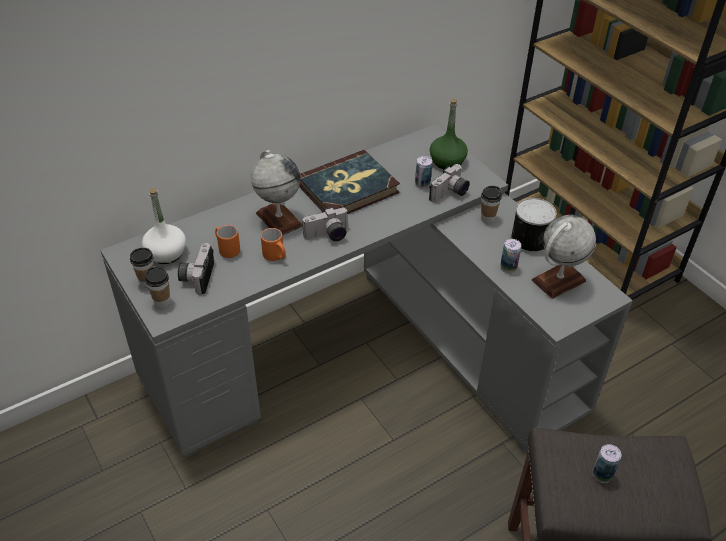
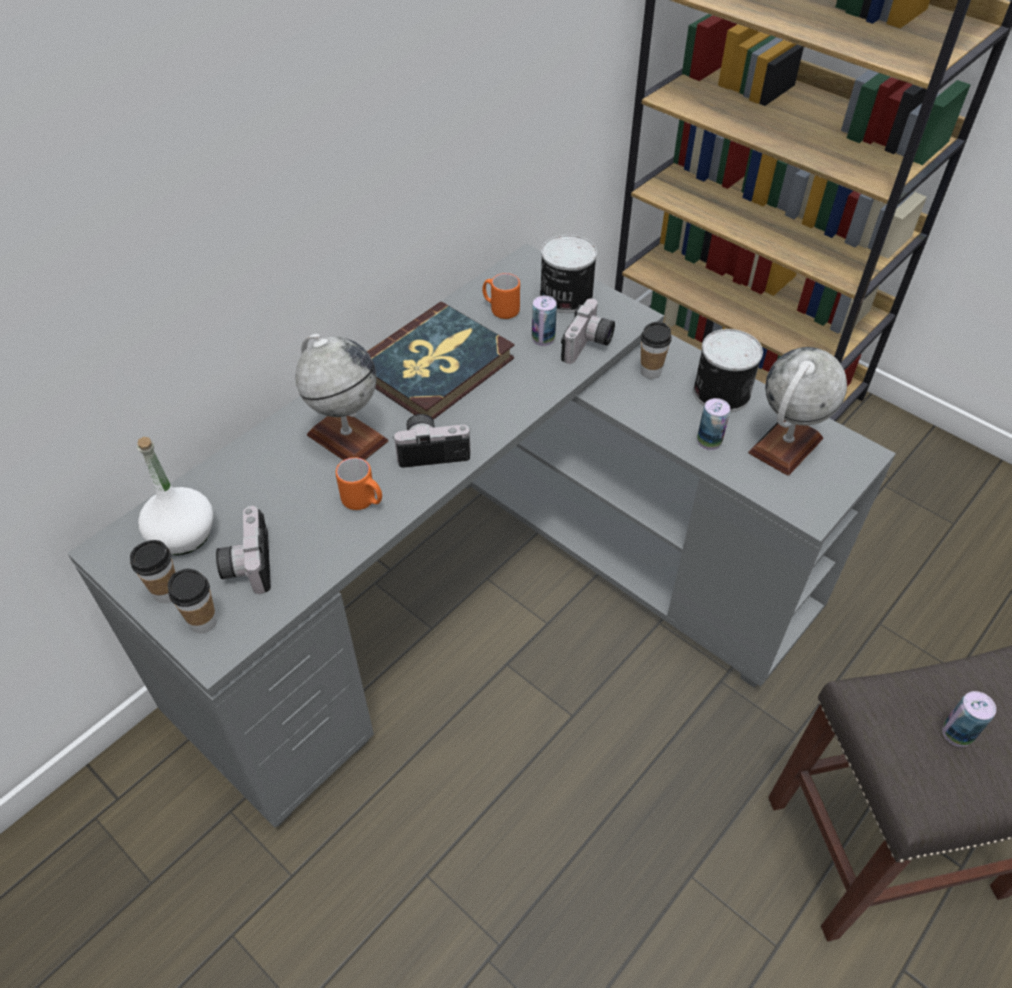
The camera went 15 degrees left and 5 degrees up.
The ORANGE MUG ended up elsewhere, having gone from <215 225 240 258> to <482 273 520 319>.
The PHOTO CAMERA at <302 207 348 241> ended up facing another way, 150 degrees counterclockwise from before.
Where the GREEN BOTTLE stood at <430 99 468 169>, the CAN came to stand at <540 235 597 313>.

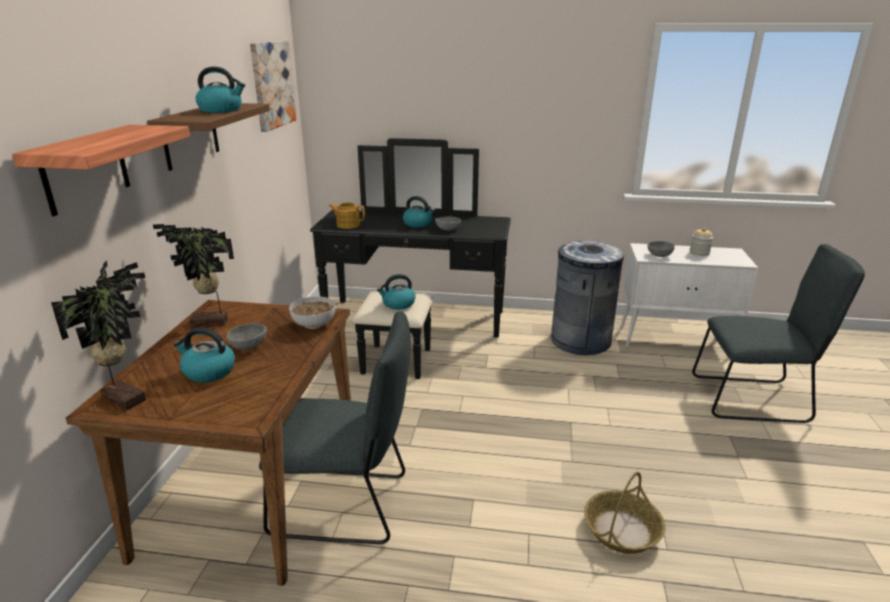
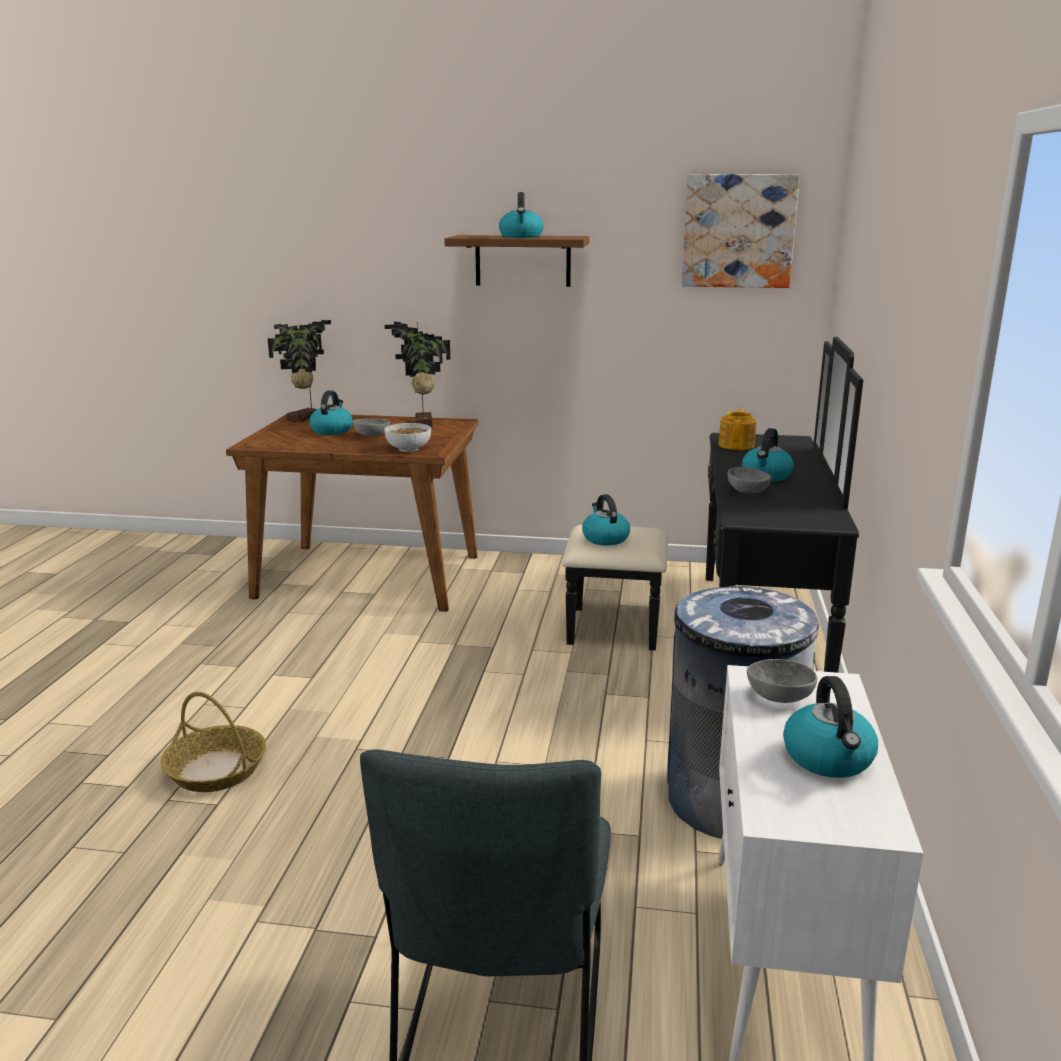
The camera went 90 degrees right and 5 degrees down.
The second view lost the SHELF at <12 125 190 216>.
The second view lost the GREY CHAIR at <259 311 411 544>.
Where the JAR stood at <690 228 713 256>, the KETTLE came to stand at <783 676 878 778>.

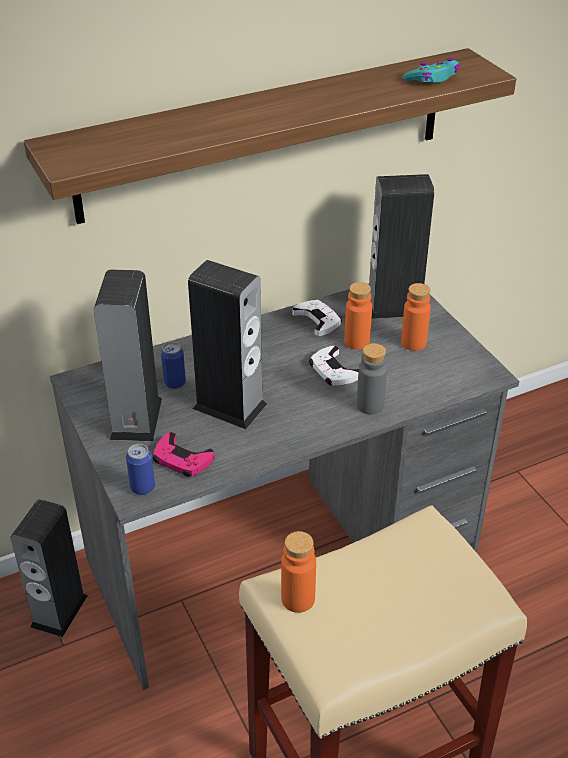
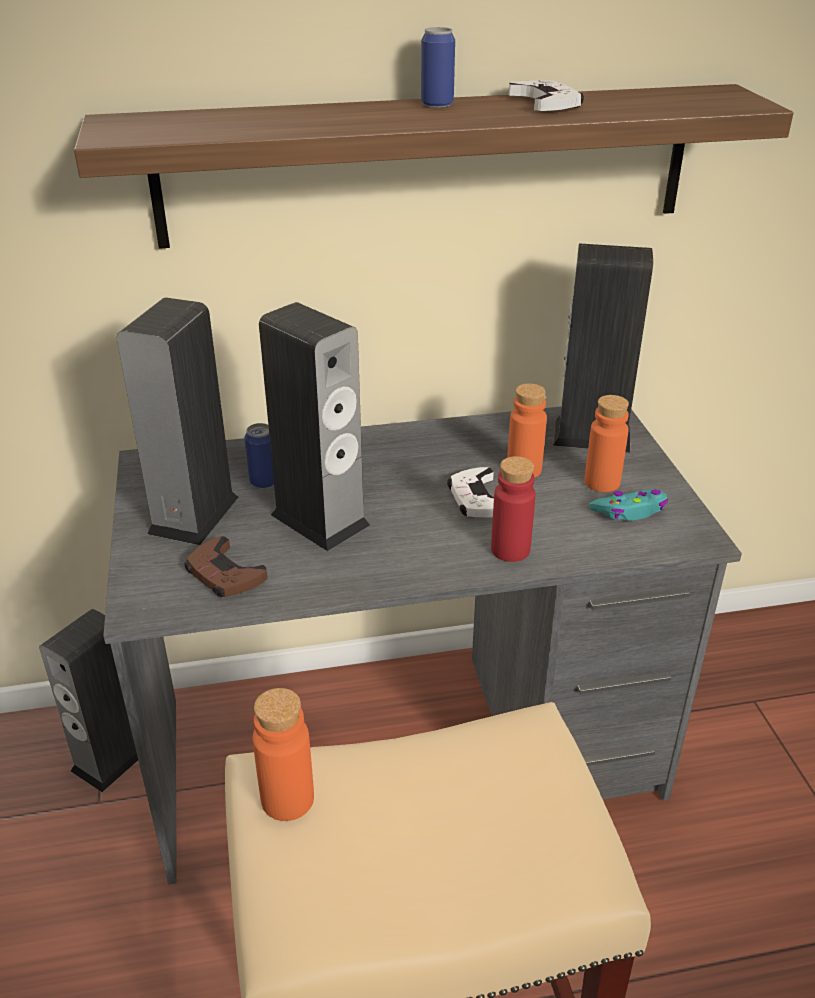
The camera went 15 degrees right and 5 degrees down.
The CAN ended up elsewhere, having gone from <126 444 155 495> to <421 27 455 108>.
What was the PINK GAME CONTROLLER at <152 432 215 477> turned into the BROWN GAME CONTROLLER at <184 536 268 597>.
The WHITE GAME CONTROLLER ended up elsewhere, having gone from <292 300 342 336> to <508 80 584 111>.
What was the GREY BOTTLE at <357 343 387 415> turned into the RED BOTTLE at <491 456 536 562>.
The TURQUOISE GAME CONTROLLER ended up elsewhere, having gone from <402 58 460 83> to <589 489 668 521>.

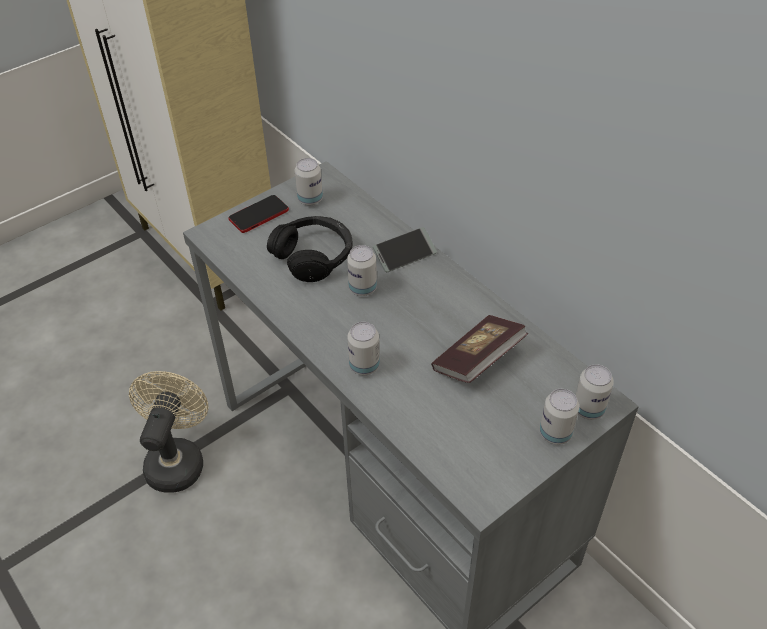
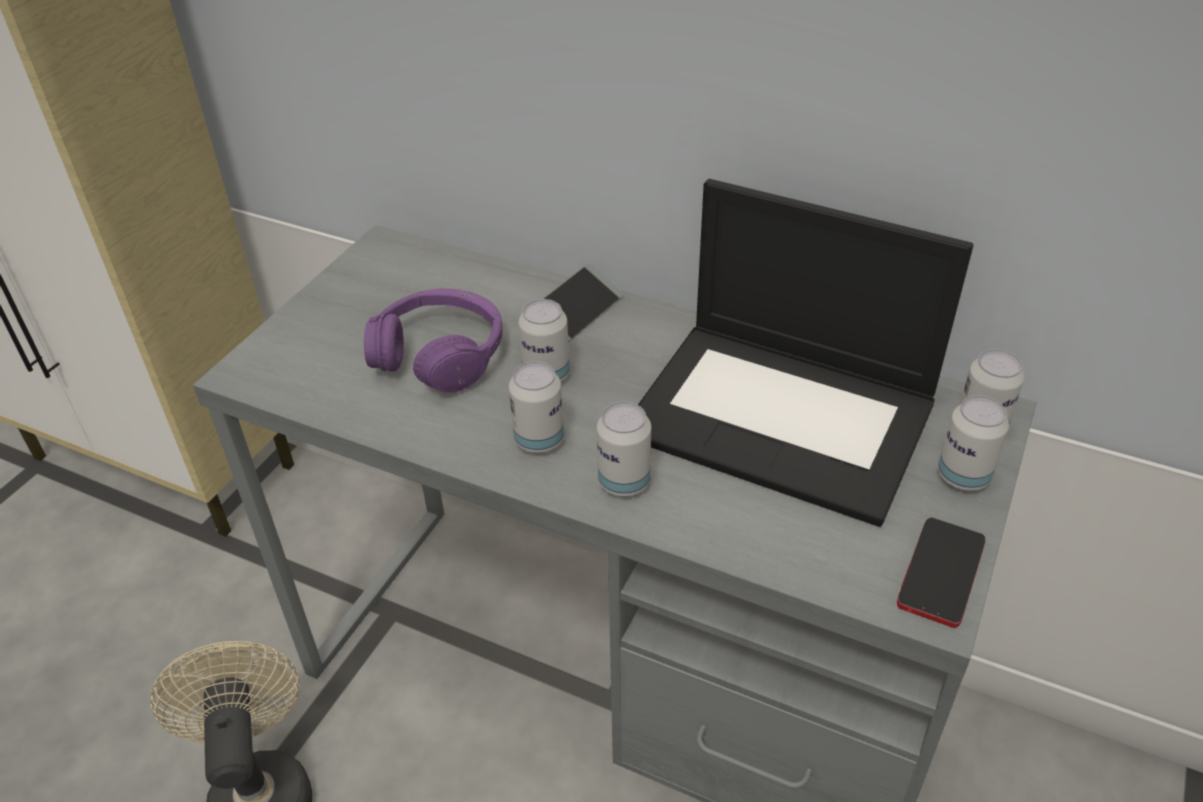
The camera went 25 degrees left and 5 degrees down.
The PHONE ended up elsewhere, having gone from <229 195 289 233> to <897 517 985 628>.
What was the BLACK HEADPHONES at <267 216 353 282> turned into the PURPLE HEADPHONES at <364 288 502 393>.
The CAN ended up elsewhere, having gone from <295 158 323 205> to <509 361 564 453>.
Where the BOOK stood at <431 315 528 383>, the LAPTOP came to stand at <638 179 973 527>.

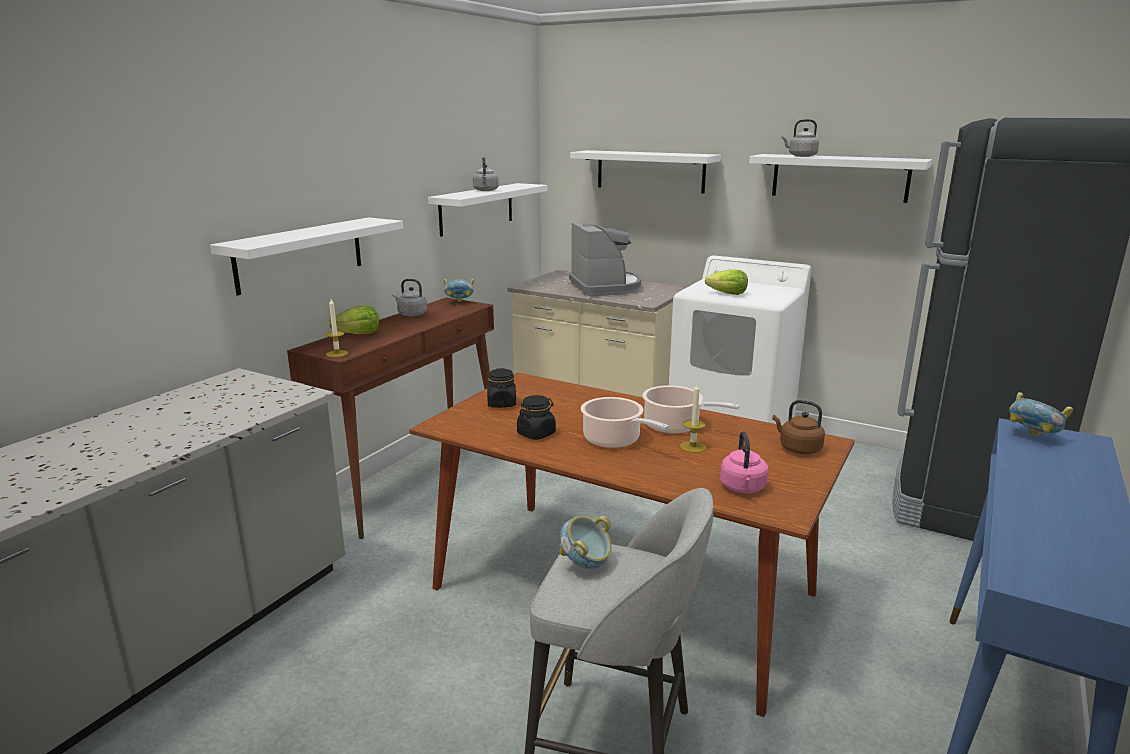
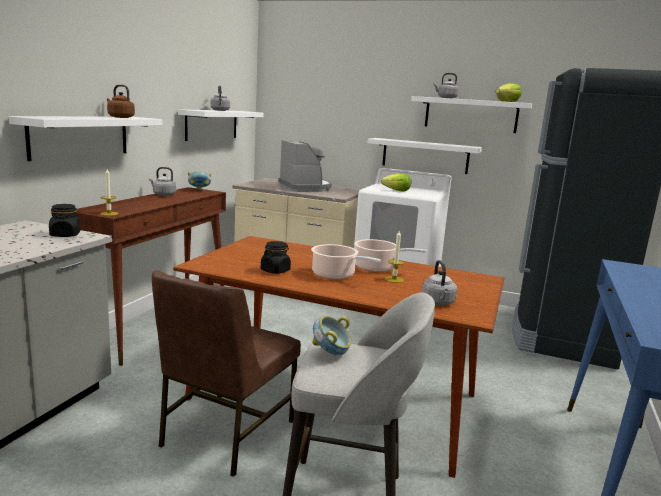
The camera went 10 degrees left and 5 degrees down.
The LETTUCE ended up elsewhere, having gone from <329 306 379 334> to <496 83 522 102>.
The BLACK JAR ended up elsewhere, having gone from <487 368 516 408> to <49 204 81 237>.
The WHITE SHELF ended up elsewhere, having gone from <570 150 721 193> to <367 138 482 174>.
What was the PINK KETTLE at <720 431 768 493> turned into the GREY KETTLE at <422 260 457 305>.
The BROWN KETTLE ended up elsewhere, having gone from <773 400 825 455> to <107 85 135 118>.
The second view lost the BOWL at <1009 392 1073 436>.
The second view gained the BROWN CHAIR at <152 270 301 477>.

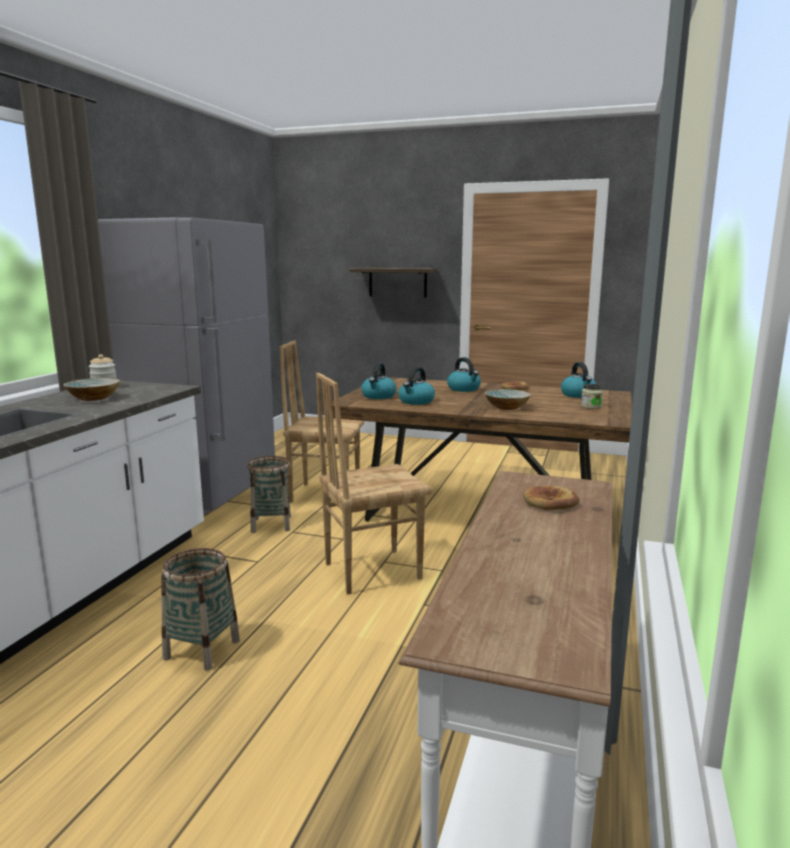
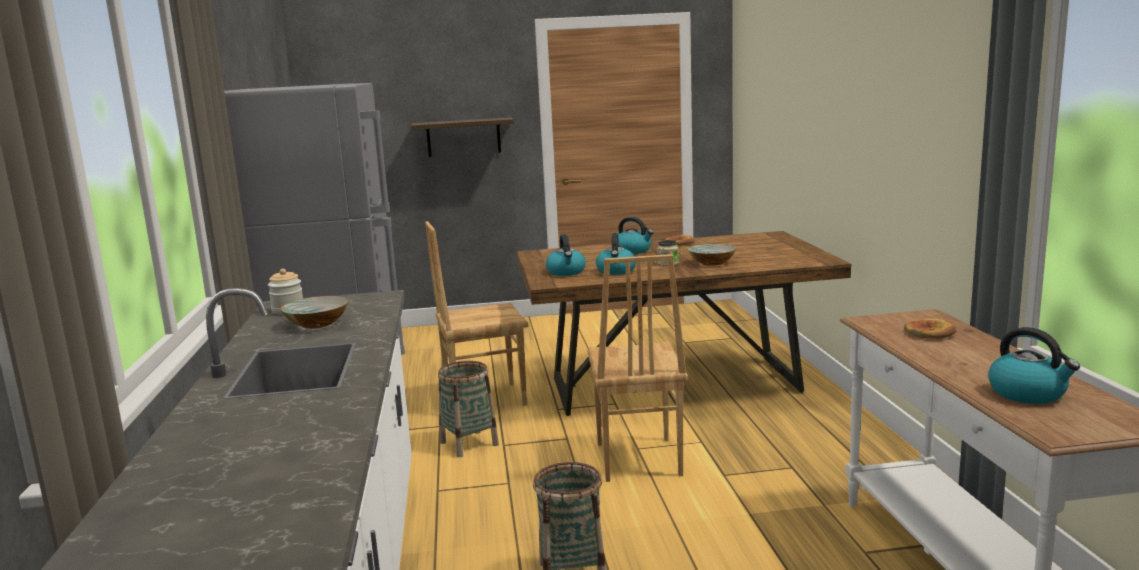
The camera went 25 degrees left and 0 degrees up.
The BROWN CHAIR at <316 373 432 595> ended up facing another way, 45 degrees counterclockwise from before.
The KETTLE ended up elsewhere, having gone from <561 362 596 398> to <988 327 1080 404>.
The JAR ended up elsewhere, having gone from <581 384 603 409> to <657 240 679 266>.

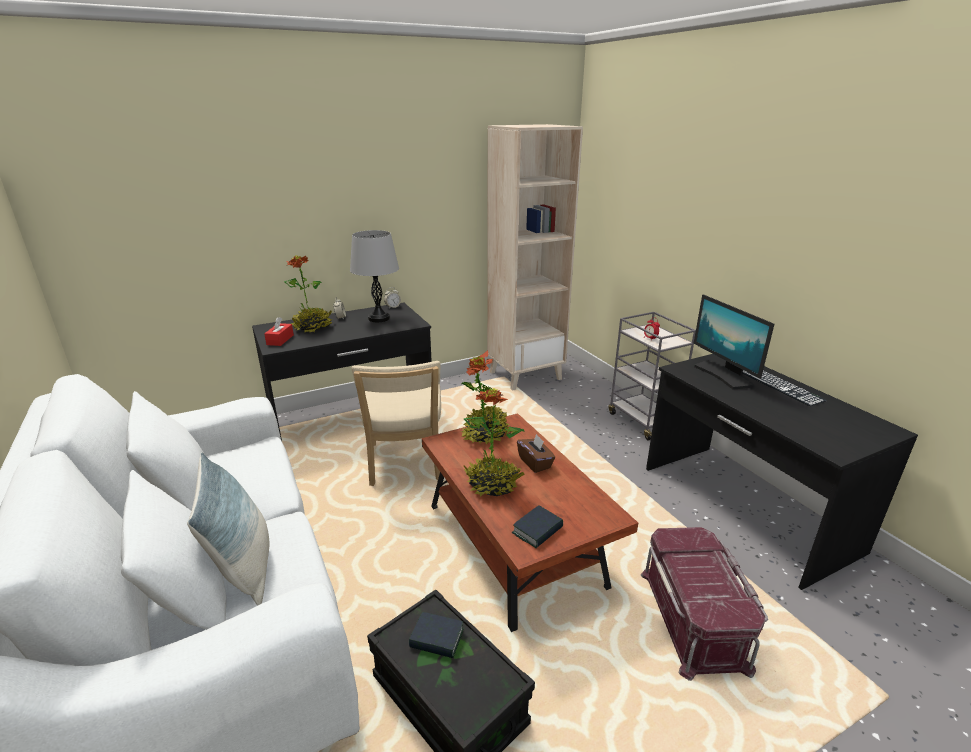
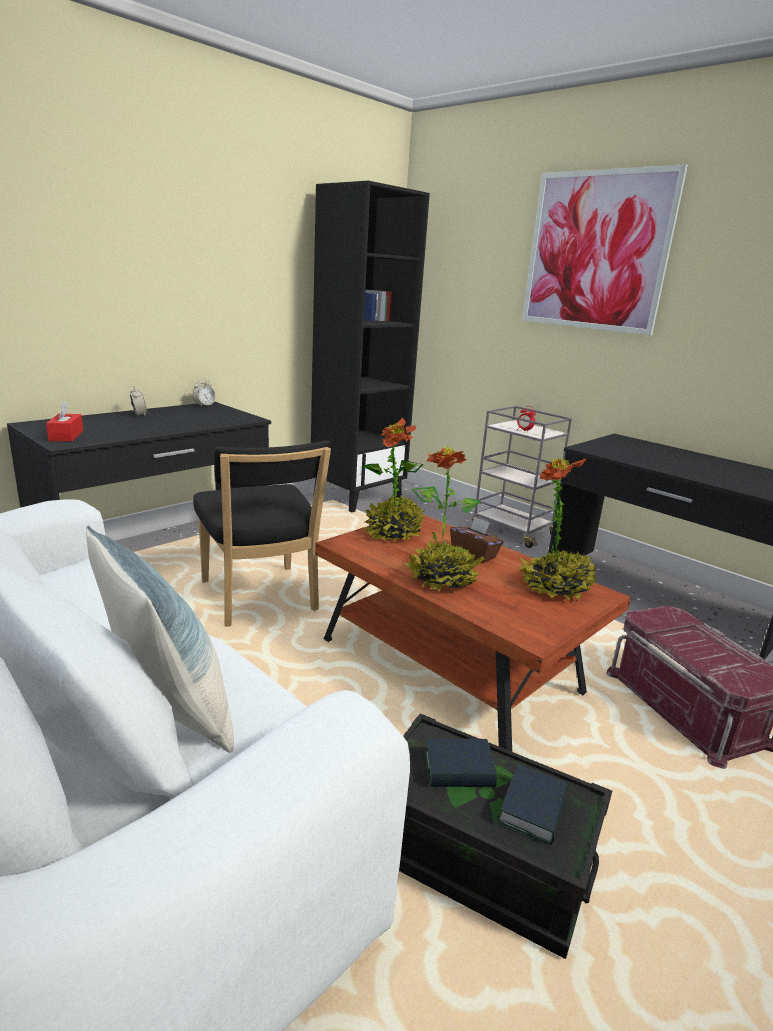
The camera went 20 degrees left and 5 degrees down.
The POTTED PLANT ended up elsewhere, having gone from <284 255 332 333> to <519 457 596 600>.
The second view lost the GREY TABLE LAMP at <350 230 399 322>.
What was the BEIGE CHAIR at <352 361 441 486> turned into the BLACK CHAIR at <193 440 331 627>.
What was the BEIGE BOOKCASE at <487 124 583 391> turned into the BLACK BOOKCASE at <311 181 430 513>.
The BOOK ended up elsewhere, having gone from <512 505 563 548> to <497 764 568 845>.
The second view lost the MONITOR at <693 294 774 390>.
The second view lost the KEYBOARD at <742 370 827 406>.
The second view gained the PICTURE at <522 164 688 335>.

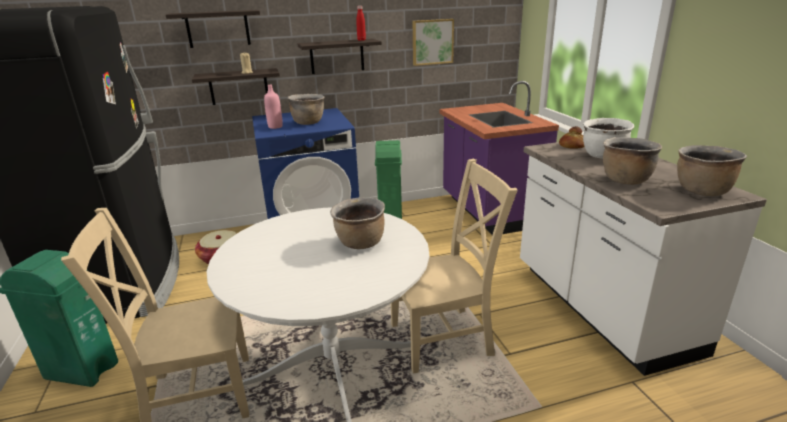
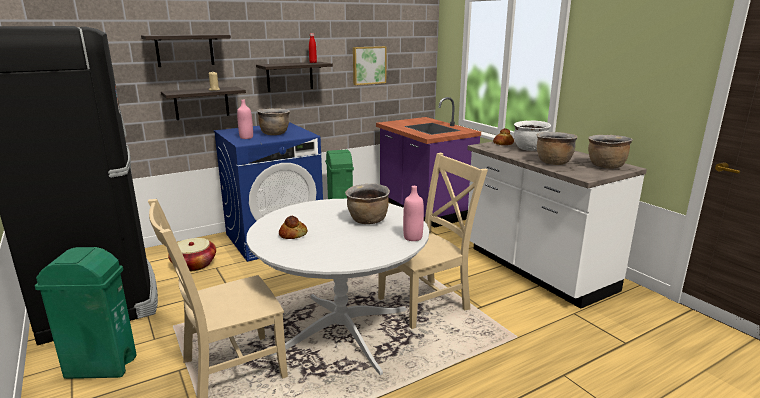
The camera went 15 degrees left and 5 degrees down.
The second view gained the BREAD at <279 216 307 239>.
The second view gained the PINK BOTTLE at <403 186 424 241>.

